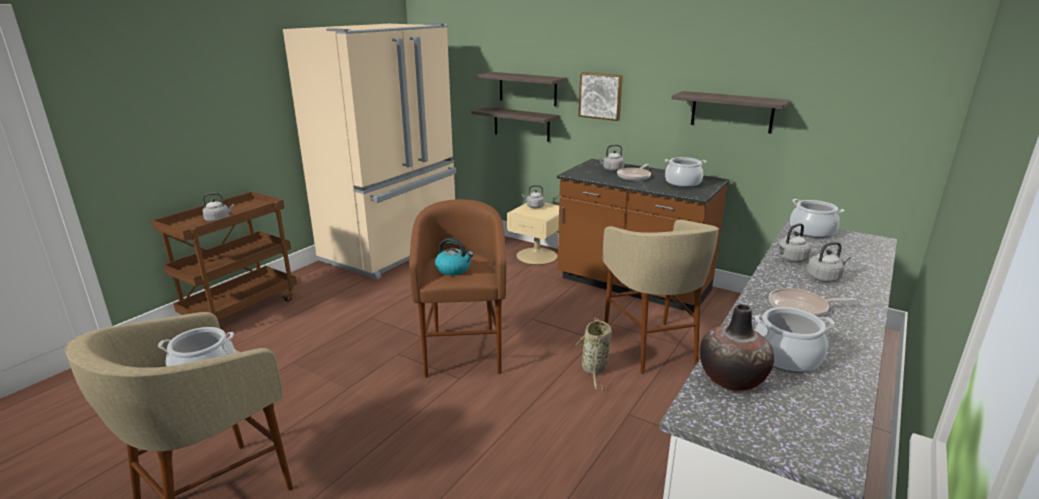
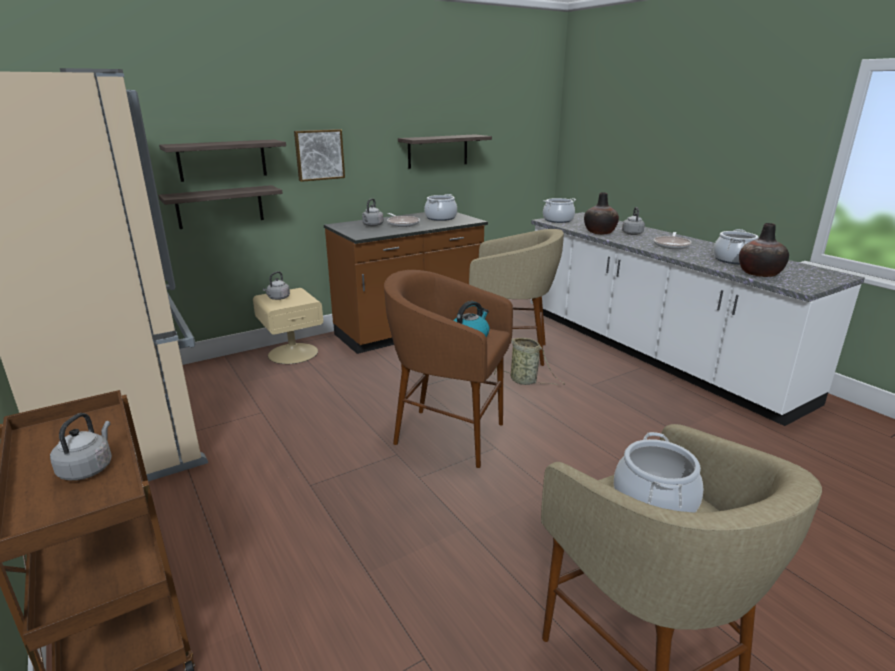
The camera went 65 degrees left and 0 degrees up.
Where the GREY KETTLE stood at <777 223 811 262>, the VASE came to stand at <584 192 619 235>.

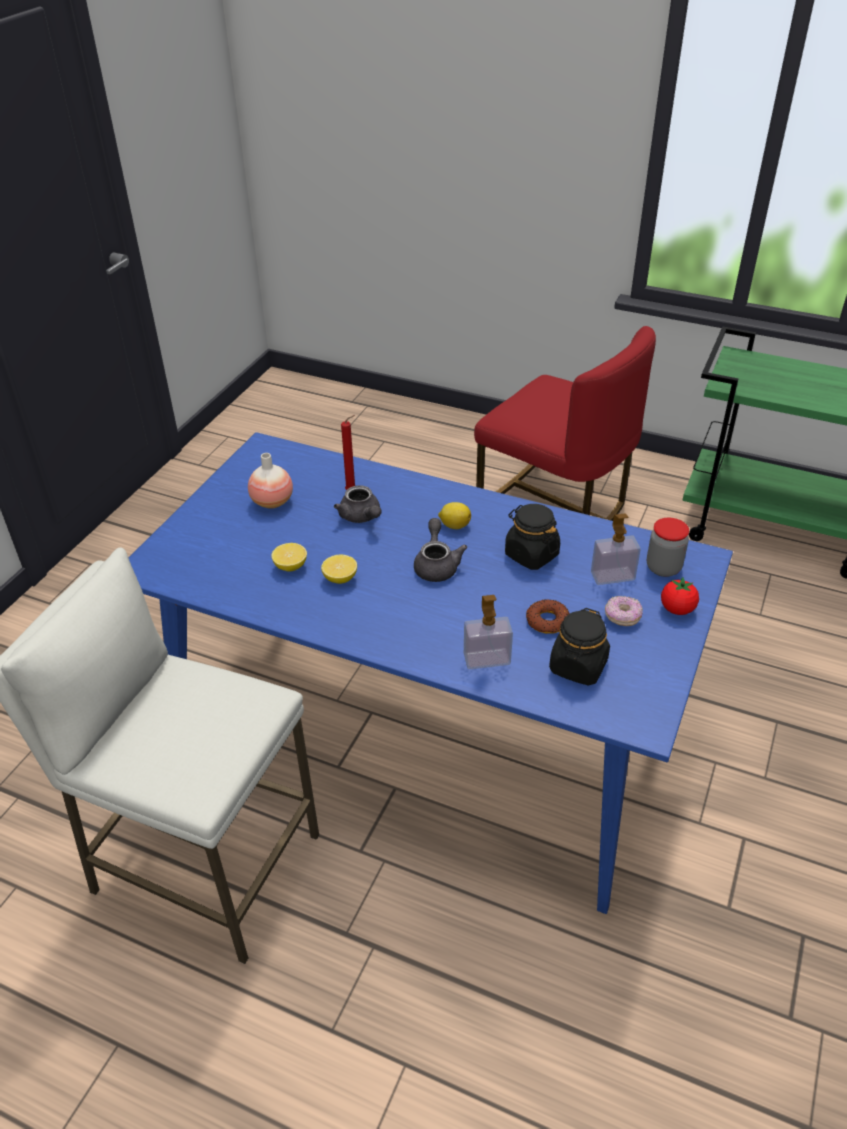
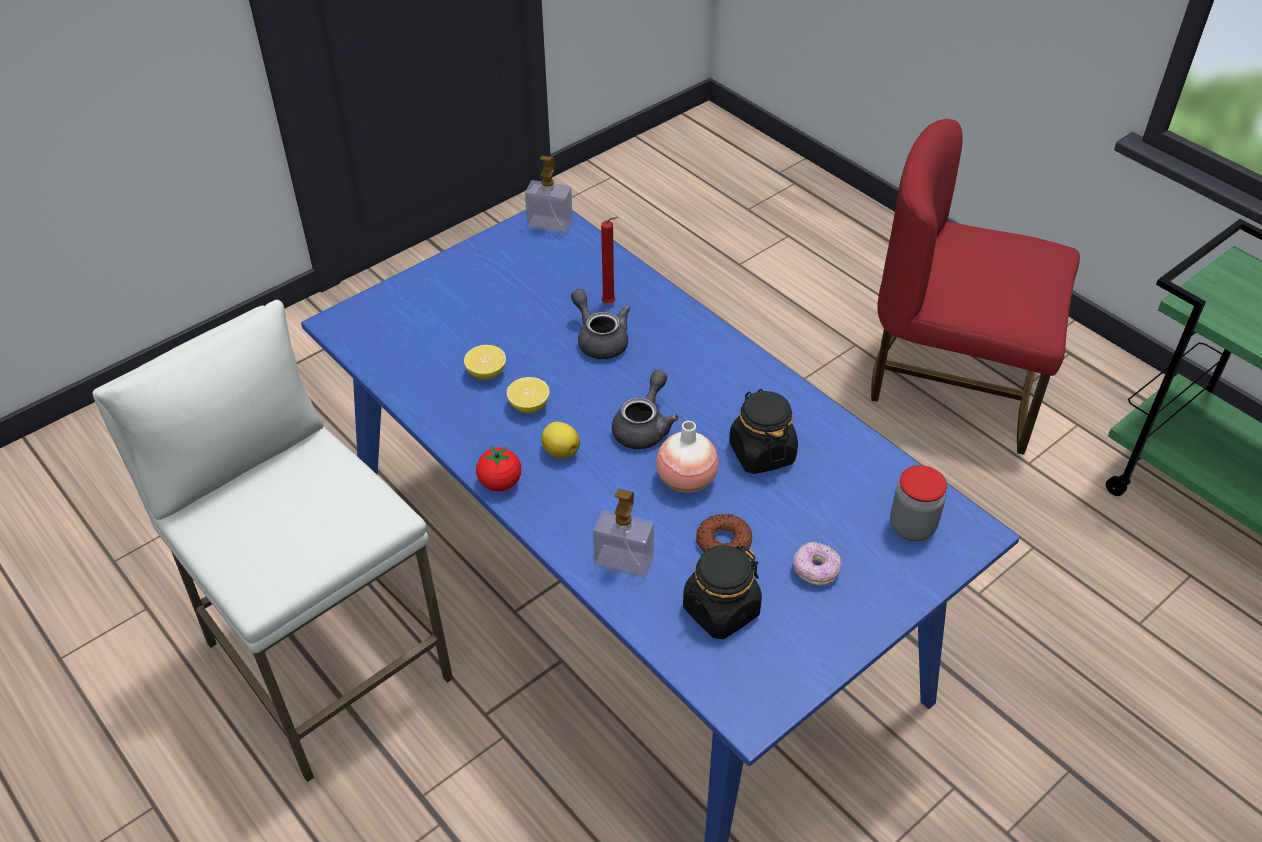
The camera went 25 degrees right and 5 degrees up.
The VASE ended up elsewhere, having gone from <248 453 293 509> to <656 421 719 493>.
The GREY TEAPOT at <334 485 382 523> ended up facing another way, 150 degrees clockwise from before.
The LEMON ended up elsewhere, having gone from <438 502 471 529> to <541 422 580 459>.
The RED CHAIR at <474 326 656 521> ended up facing another way, 135 degrees clockwise from before.
The SOAP DISPENSER ended up elsewhere, having gone from <591 514 640 585> to <525 156 573 234>.
The TOMATO ended up elsewhere, having gone from <661 577 699 615> to <476 445 521 491>.

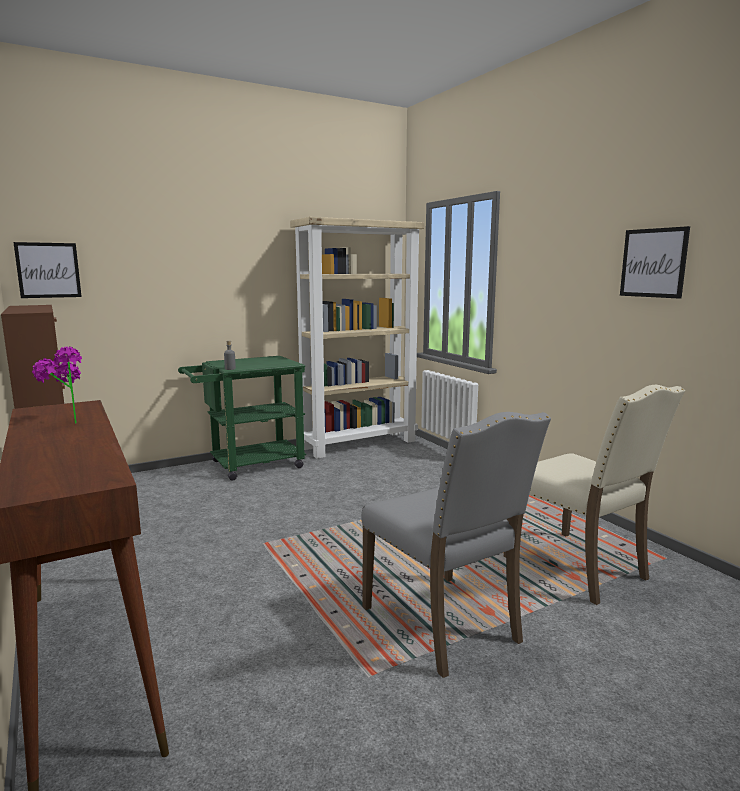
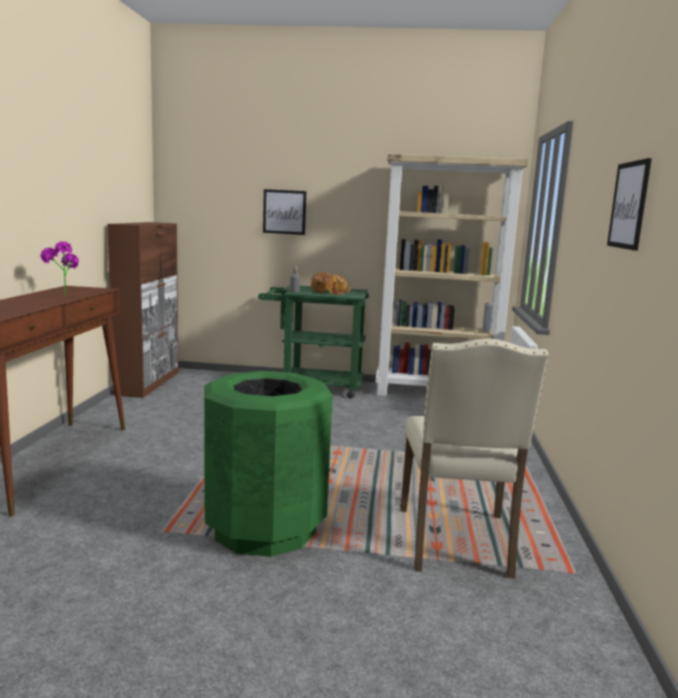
The camera went 35 degrees right and 0 degrees up.
The PICTURE ended up elsewhere, having gone from <13 242 82 298> to <263 189 306 235>.
Where the GREY CHAIR stood at <361 412 551 678>, the GREEN TRASH CAN came to stand at <204 371 333 557>.
The second view gained the BREAD at <311 272 352 295>.

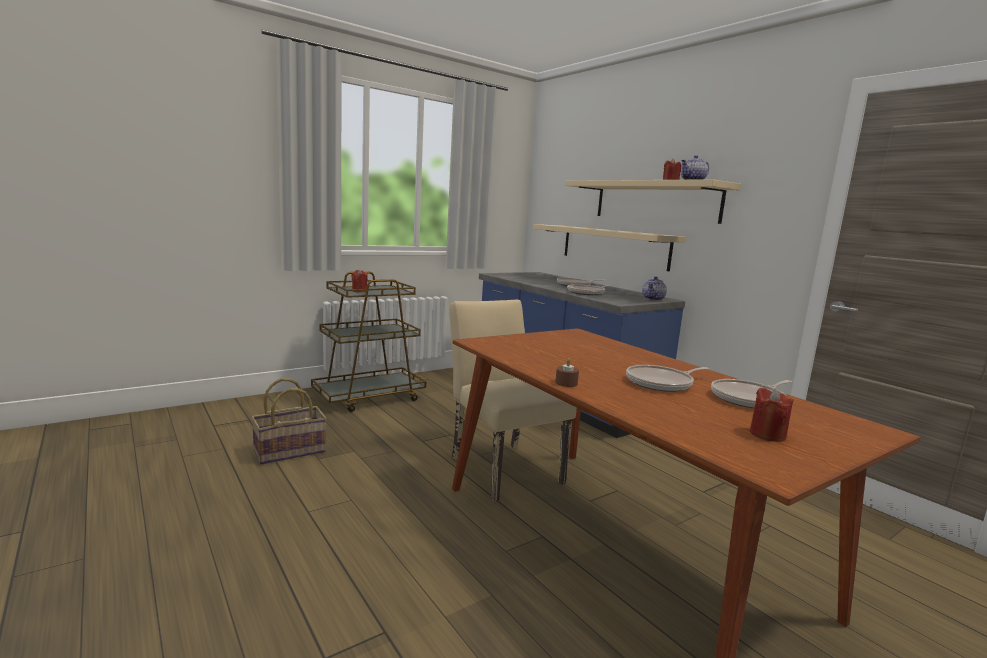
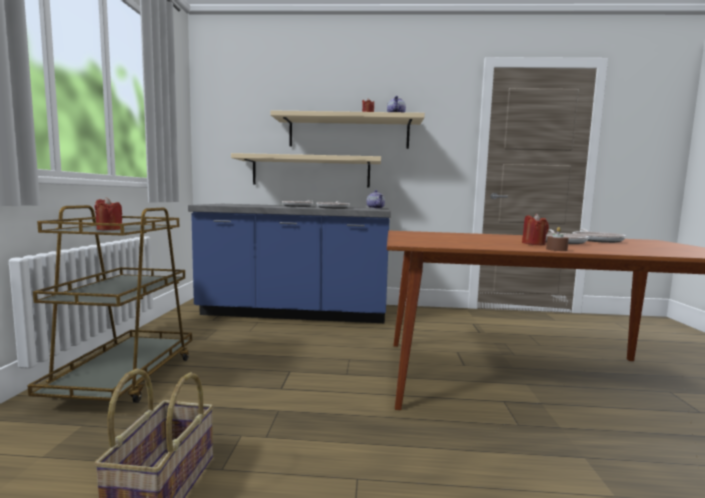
The camera went 50 degrees left and 5 degrees down.
The second view lost the BEIGE CHAIR at <449 300 577 501>.
The RED CANDLE ended up elsewhere, having gone from <750 388 793 442> to <522 213 549 245>.

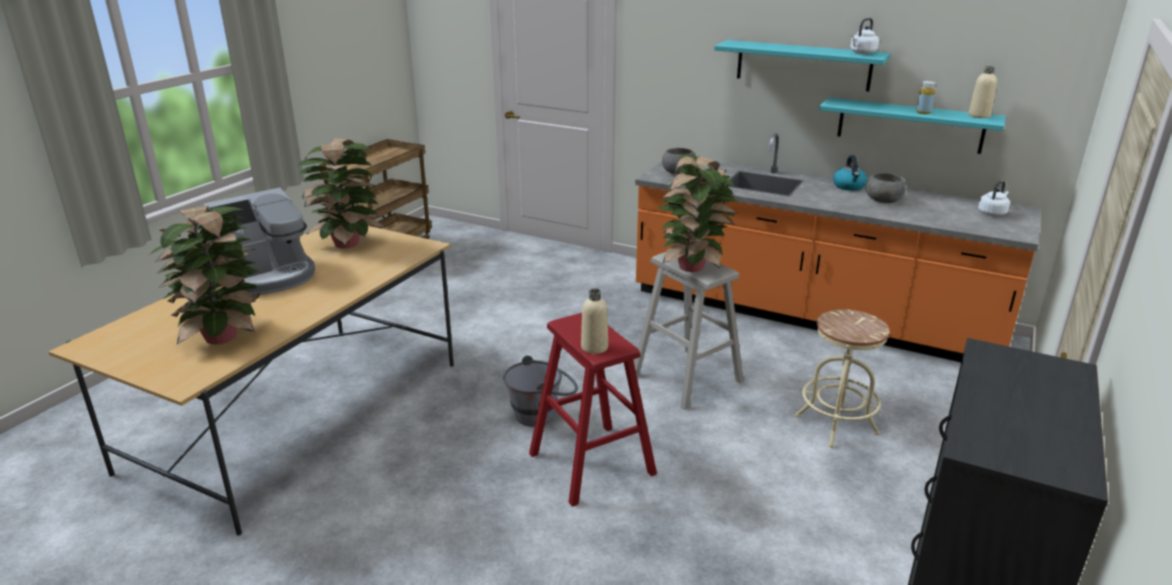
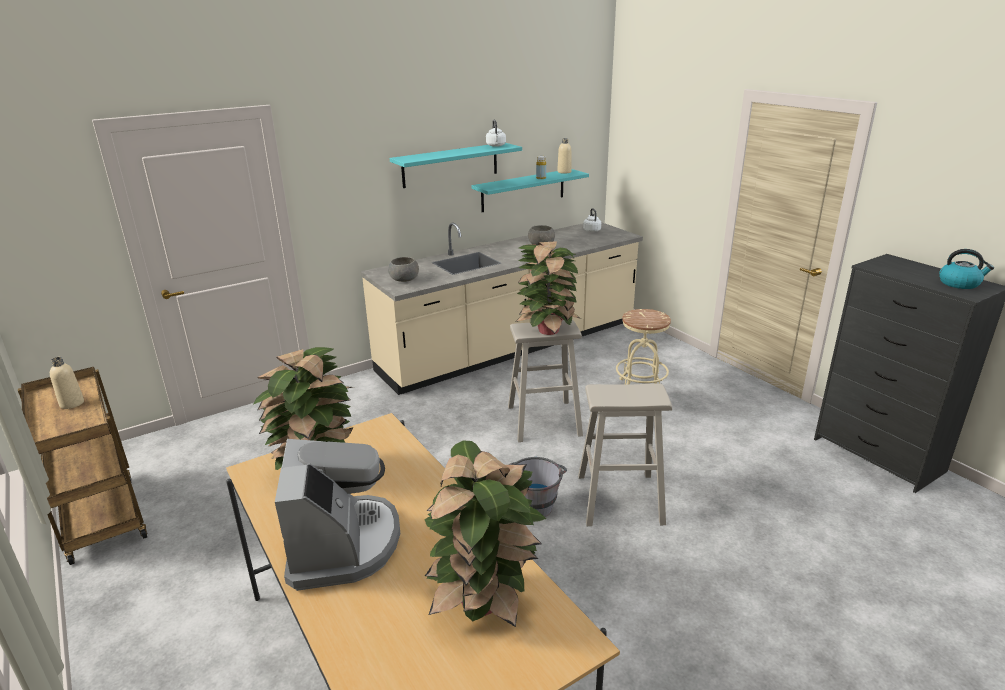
The camera went 60 degrees left and 0 degrees up.
What was the RED STOOL at <529 313 657 507> turned into the BEIGE STOOL at <578 383 672 526>.
The BEIGE BOTTLE ended up elsewhere, having gone from <581 289 608 354> to <50 357 84 409>.
What was the ORANGE COUNTER at <635 133 1040 362> turned into the BEIGE COUNTER at <360 222 643 395>.
The KETTLE ended up elsewhere, having gone from <833 155 868 191> to <939 249 994 289>.

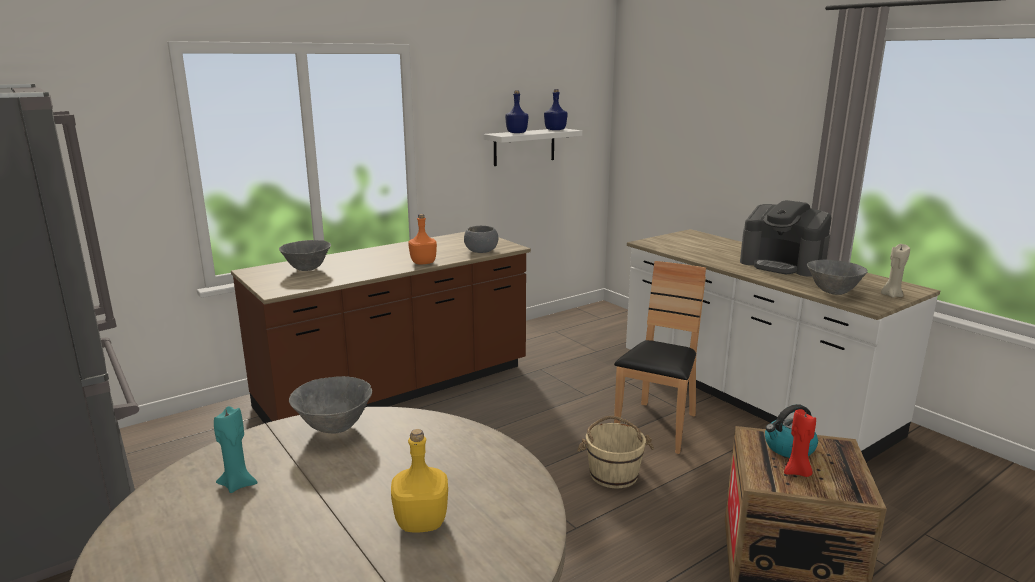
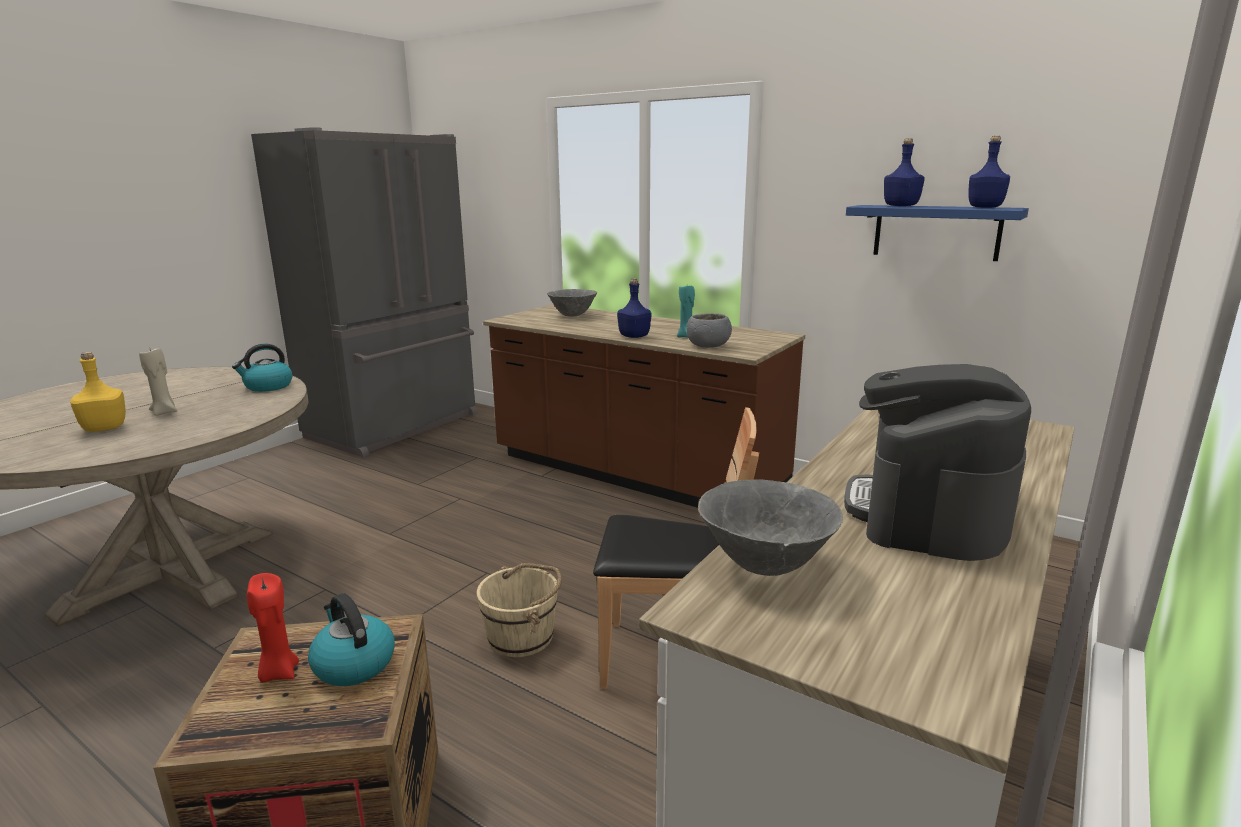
The camera went 70 degrees right and 0 degrees up.
The TURQUOISE CANDLE ended up elsewhere, having gone from <214 406 258 493> to <677 286 695 338>.
Where the GREY BOWL stood at <289 376 372 433>, the KETTLE came to stand at <232 344 293 392>.
What was the ORANGE BOTTLE at <408 214 437 264> turned into the BLUE BOTTLE at <617 278 652 338>.
What was the WHITE SHELF at <483 128 582 166> turned into the BLUE SHELF at <846 205 1029 261>.
The BEIGE CANDLE ended up elsewhere, having gone from <881 244 910 298> to <139 348 177 416>.

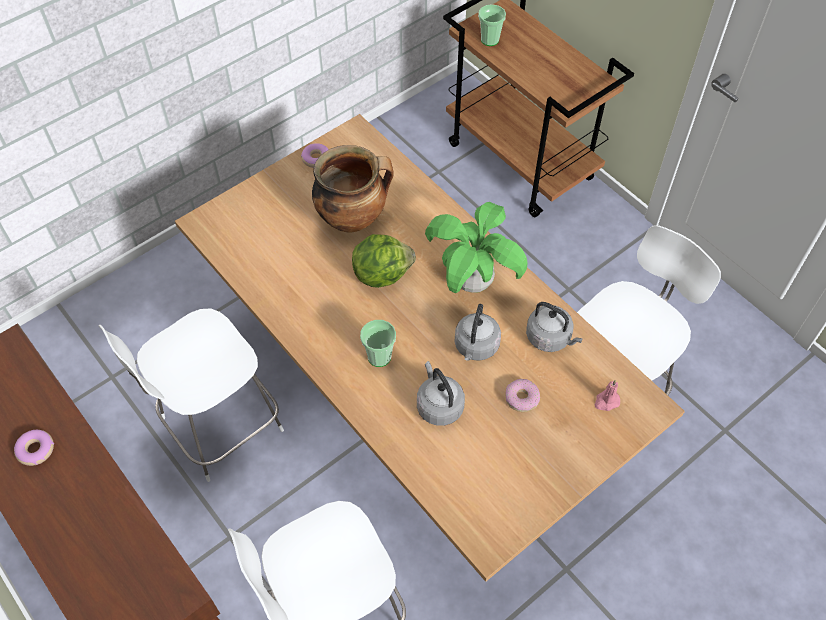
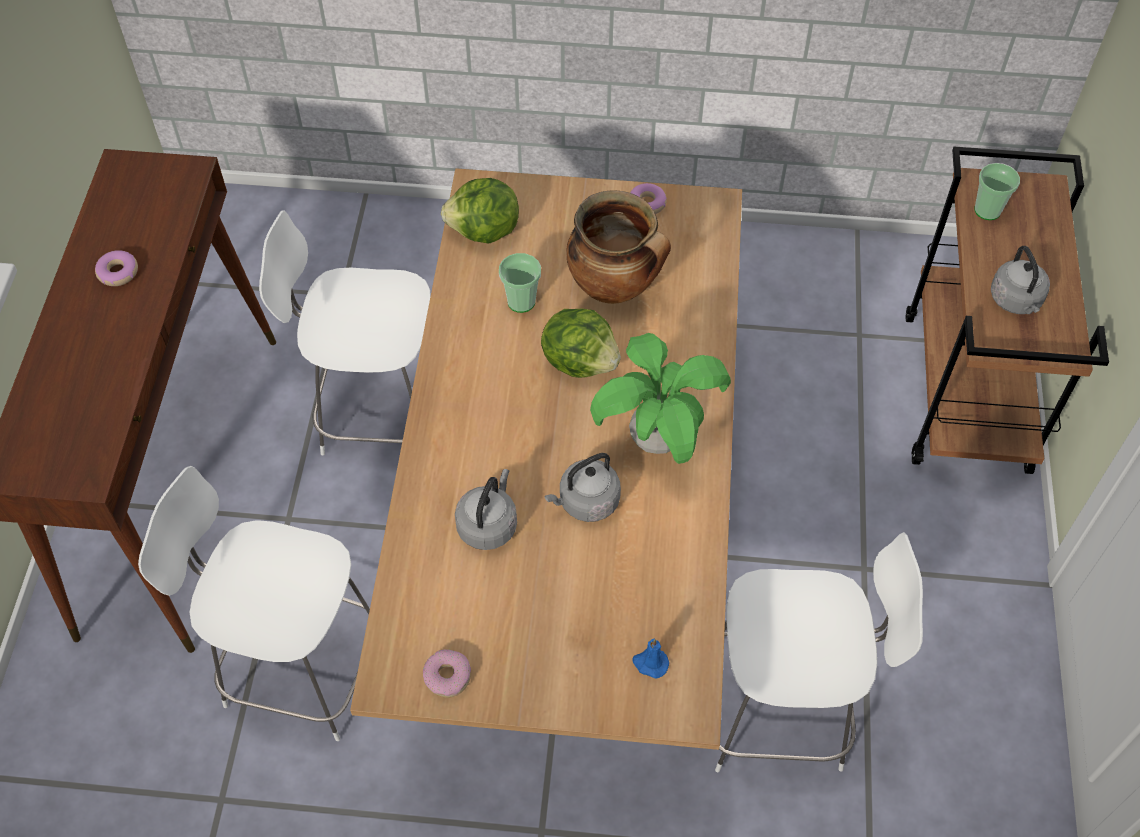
The camera went 45 degrees right and 0 degrees up.
The CUP ended up elsewhere, having gone from <360 320 396 367> to <499 253 541 313>.
The DONUT ended up elsewhere, having gone from <505 379 540 412> to <423 649 471 698>.
The GREY KETTLE ended up elsewhere, having gone from <526 302 583 352> to <991 246 1050 314>.
What was the PINK CANDLE at <595 380 620 411> turned into the BLUE CANDLE at <632 639 669 678>.
The second view gained the LETTUCE at <441 178 519 244>.

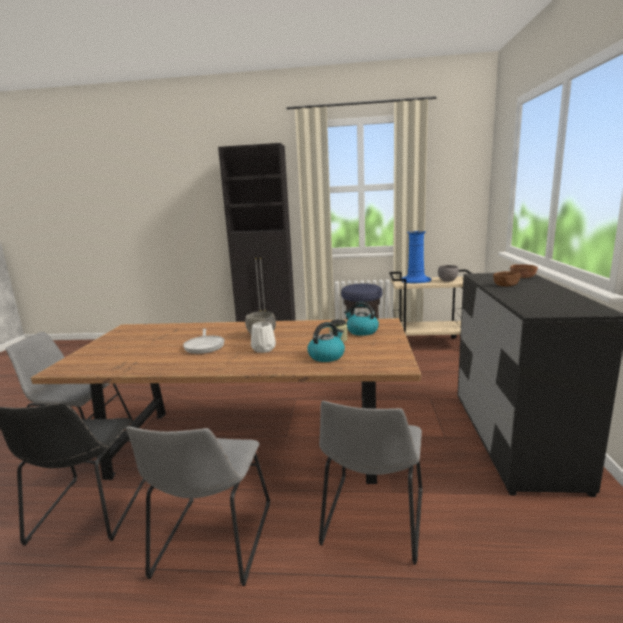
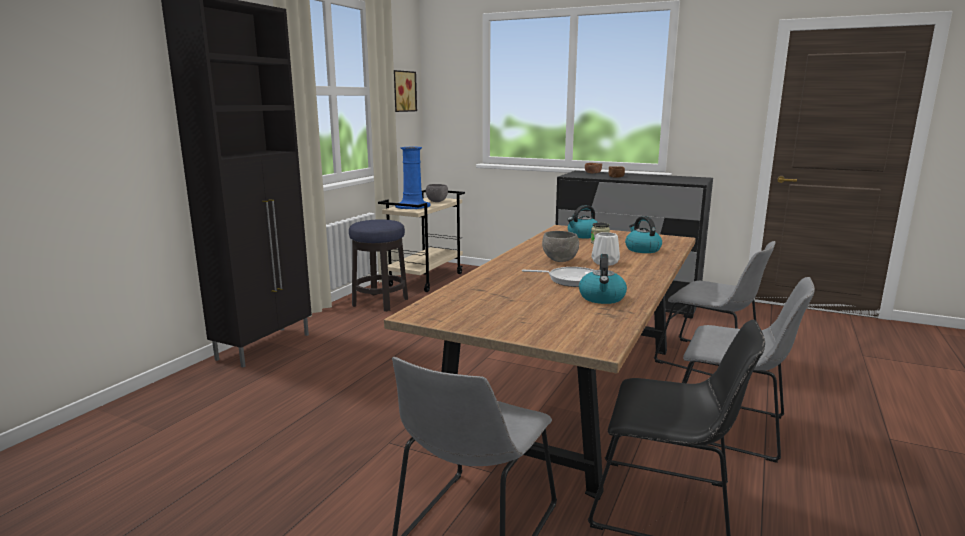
The camera went 70 degrees left and 0 degrees up.
The second view gained the PICTURE at <394 70 417 112>.
The second view gained the KETTLE at <579 254 627 304>.

